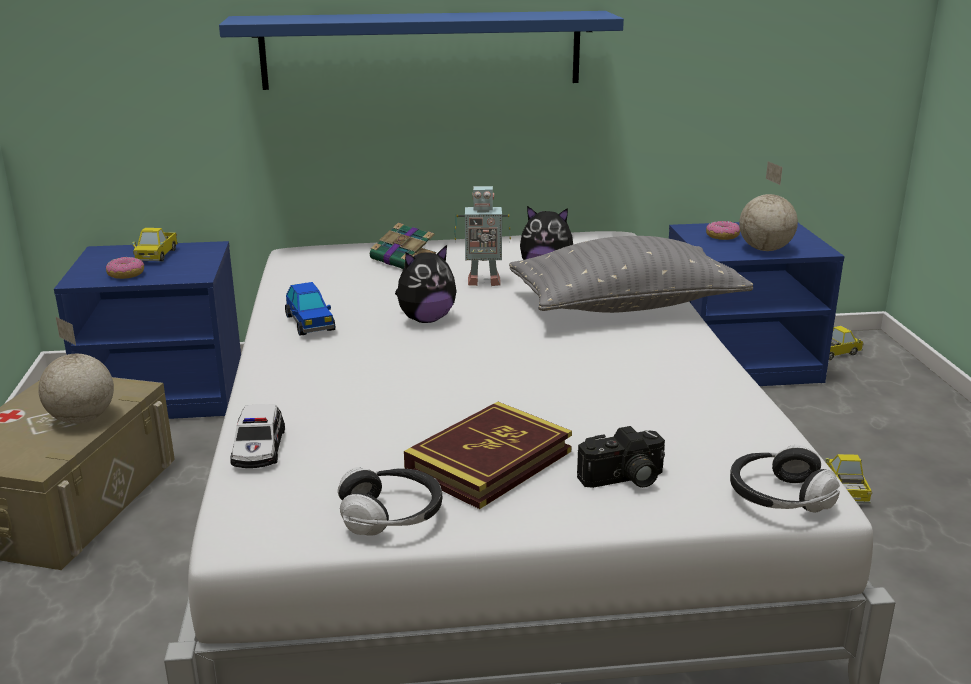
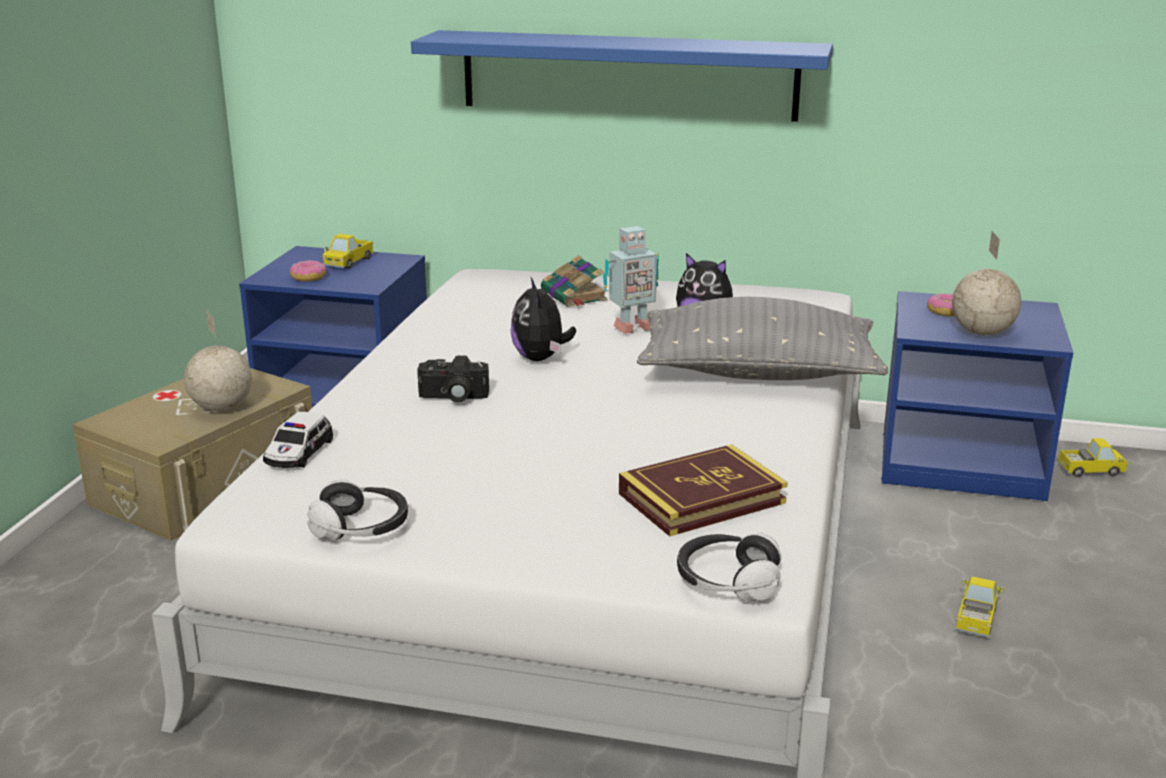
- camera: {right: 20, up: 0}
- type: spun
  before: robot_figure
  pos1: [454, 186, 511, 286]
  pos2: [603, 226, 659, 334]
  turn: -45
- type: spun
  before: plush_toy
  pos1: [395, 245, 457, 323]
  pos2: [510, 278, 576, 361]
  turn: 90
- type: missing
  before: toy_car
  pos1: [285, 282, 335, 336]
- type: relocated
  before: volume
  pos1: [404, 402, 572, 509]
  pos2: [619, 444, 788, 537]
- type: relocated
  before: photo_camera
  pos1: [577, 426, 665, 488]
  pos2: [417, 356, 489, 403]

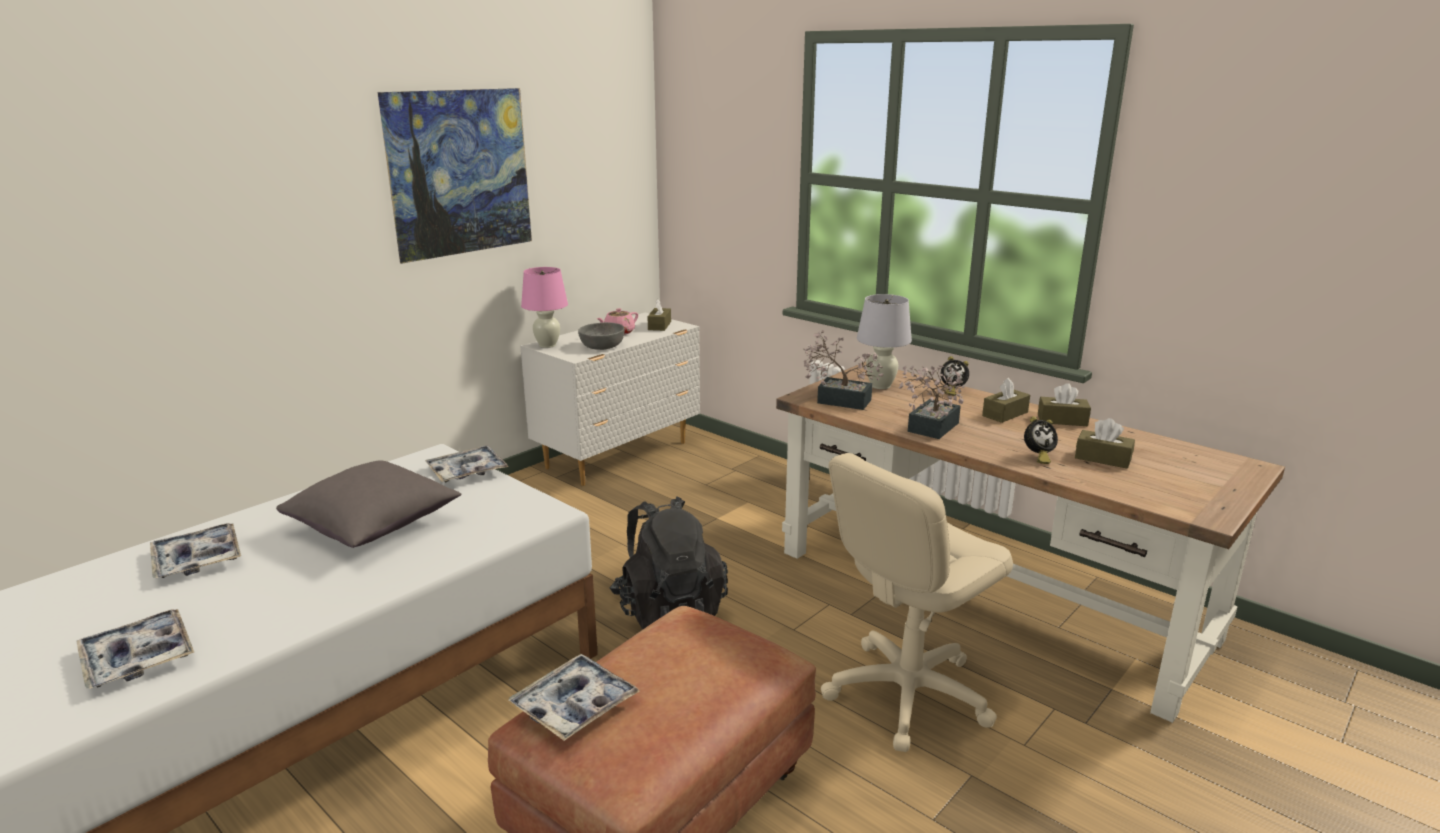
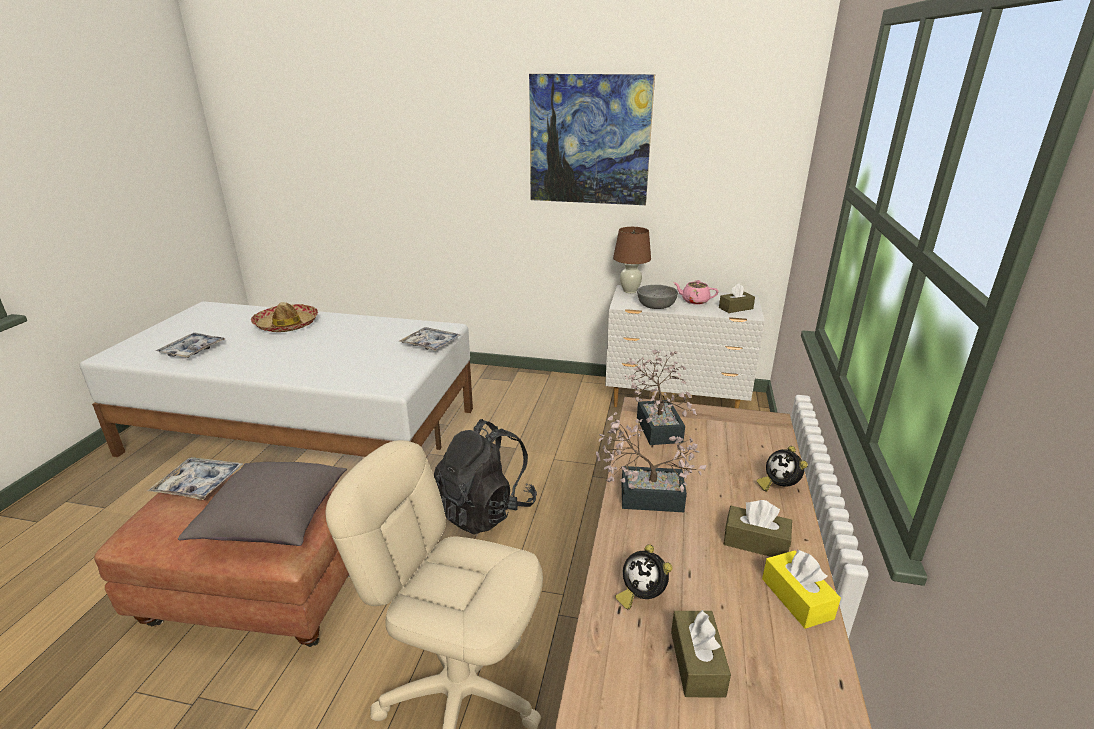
- camera: {right: 60, up: 5}
- type: colour
  before: pink_lamp_for_a_table
  after: brownish_lamp_for_a_table
  pos1: [521, 267, 568, 348]
  pos2: [613, 227, 651, 293]
- type: missing
  before: white_lamp_for_a_table
  pos1: [857, 294, 912, 389]
- type: colour
  before: brownish_tissue_box
  after: yellow-coloured_tissue_box
  pos1: [1038, 383, 1091, 426]
  pos2: [762, 549, 841, 629]
- type: relocated
  before: greyish_cushion
  pos1: [276, 460, 462, 548]
  pos2: [178, 462, 347, 546]
- type: exchanged
  before: serving_tray
  after: hat
  pos1: [150, 523, 241, 578]
  pos2: [251, 302, 318, 332]

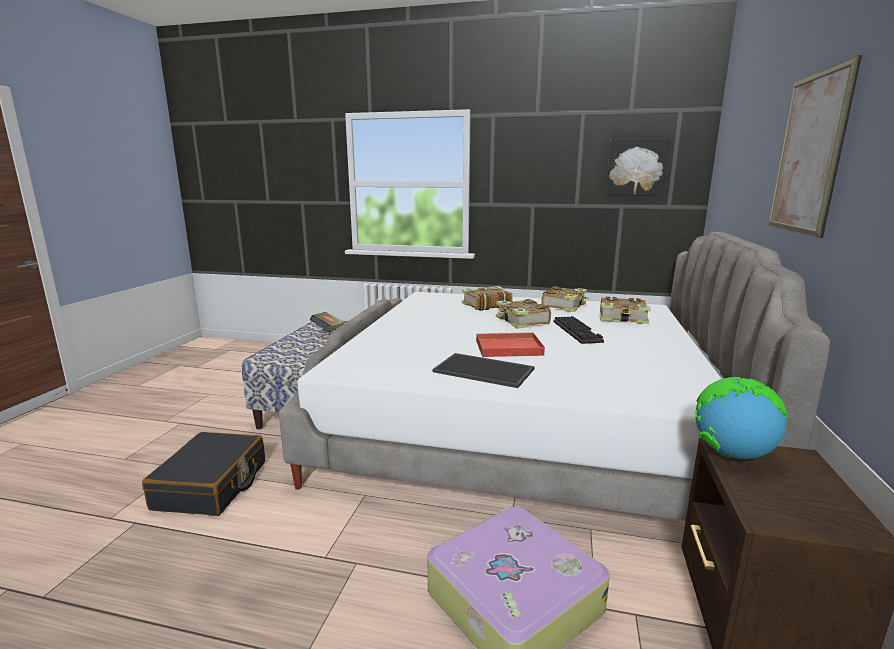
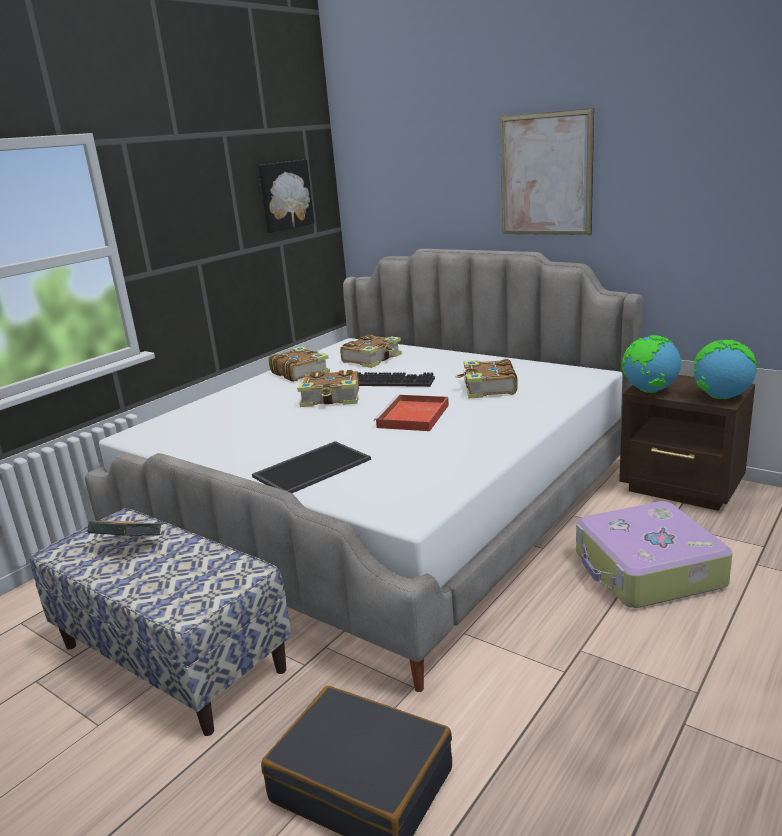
- camera: {right: -65, up: 5}
- type: relocated
  before: volume
  pos1: [462, 286, 513, 311]
  pos2: [455, 359, 518, 398]
- type: relocated
  before: serving_tray
  pos1: [432, 353, 535, 388]
  pos2: [252, 441, 371, 493]
- type: appeared
  after: globe
  pos2: [693, 340, 758, 399]

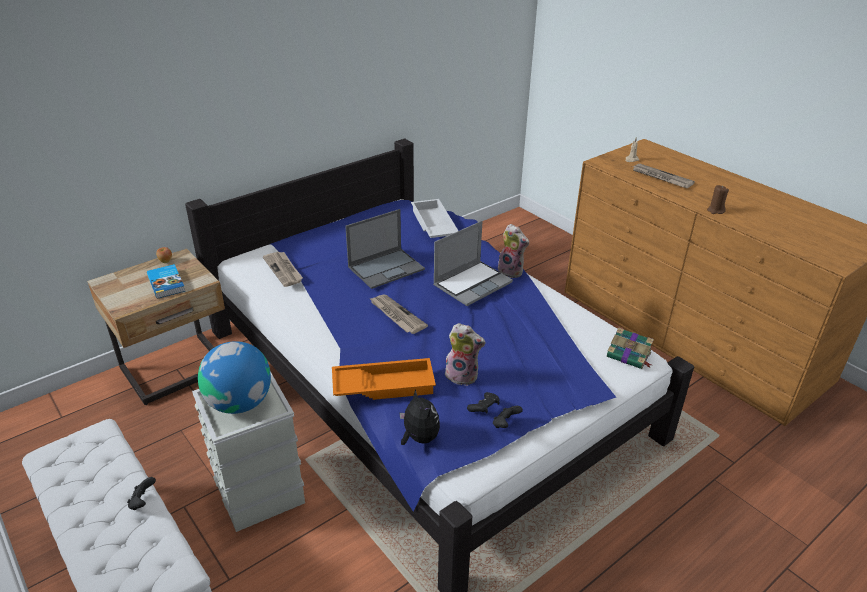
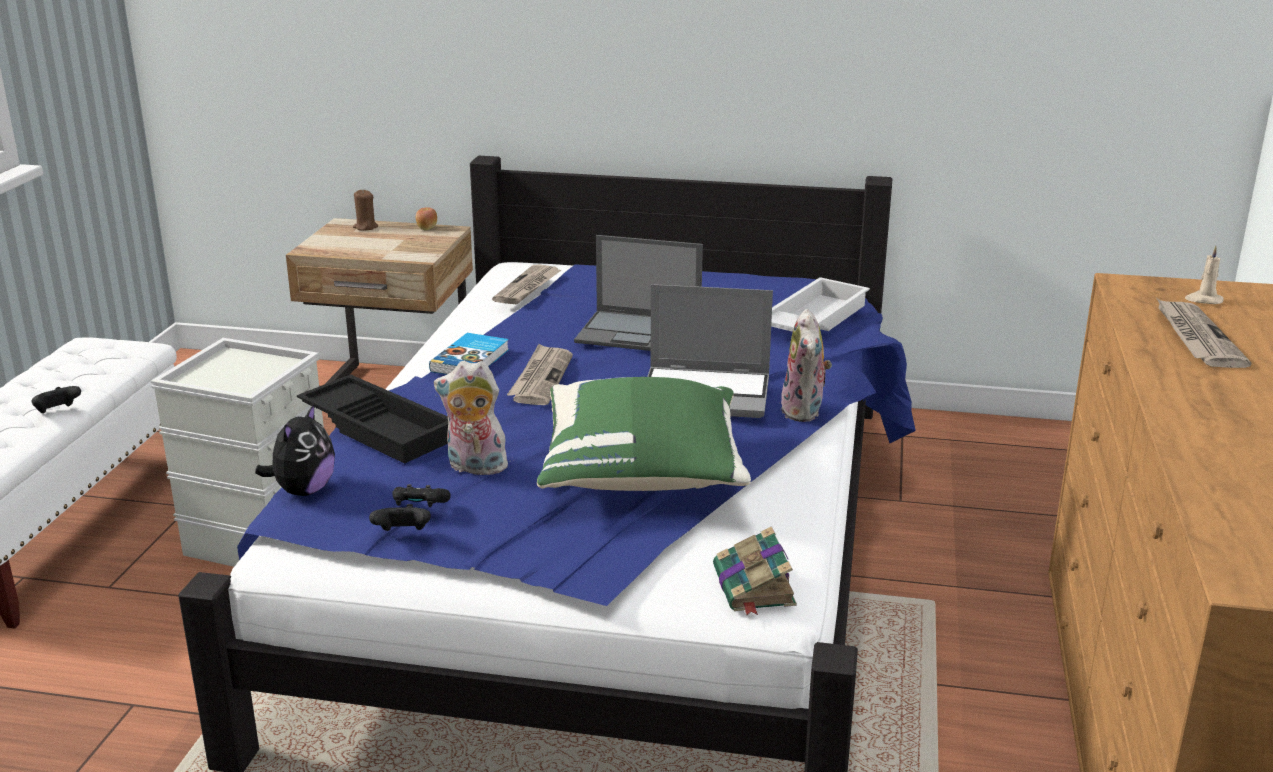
- camera: {right: 50, up: -10}
- type: relocated
  before: brownish_wax_candle
  pos1: [707, 185, 729, 214]
  pos2: [353, 190, 378, 231]
- type: relocated
  before: volume
  pos1: [147, 264, 185, 299]
  pos2: [429, 333, 509, 375]
- type: spun
  before: plush_toy
  pos1: [445, 323, 485, 386]
  pos2: [434, 361, 508, 478]
  turn: 120
- type: missing
  before: globe
  pos1: [198, 341, 271, 414]
- type: colour
  before: orange-coloured_serving_tray
  after: black_serving_tray
  pos1: [332, 358, 436, 400]
  pos2: [297, 374, 448, 464]
- type: appeared
  after: green-coloured_cushion
  pos2: [537, 377, 751, 491]

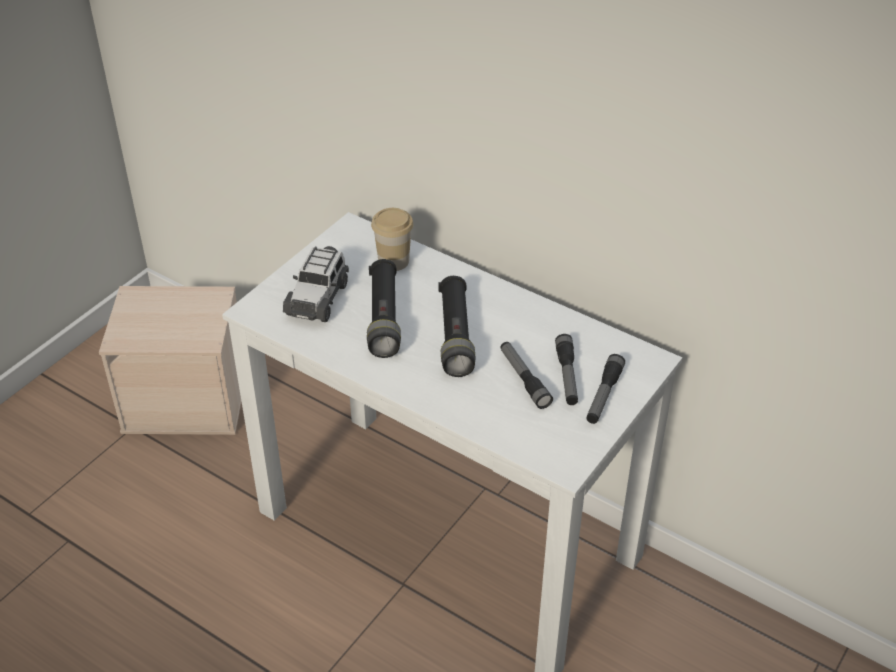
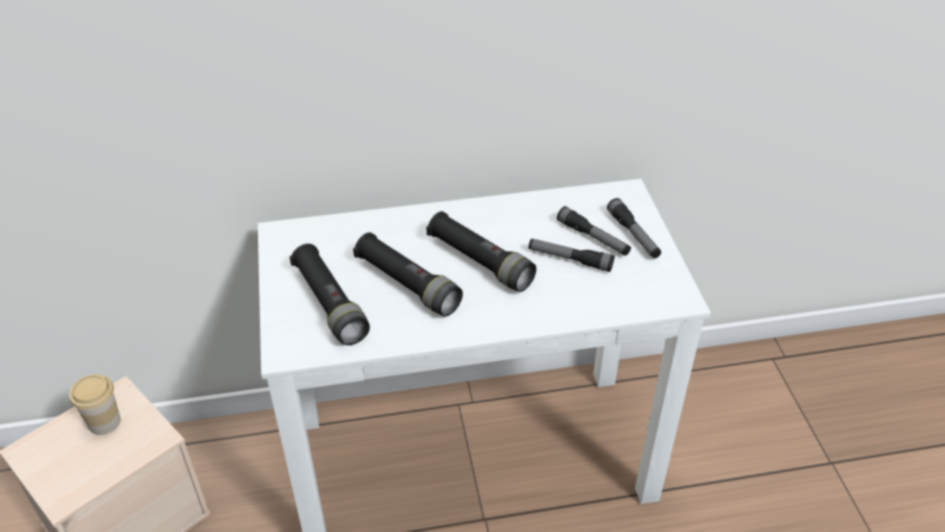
- camera: {right: -45, up: 0}
- type: relocated
  before: small_cup
  pos1: [371, 208, 413, 271]
  pos2: [69, 374, 121, 435]
- type: exchanged
  before: toy_car
  after: black_flashlight
  pos1: [283, 246, 349, 322]
  pos2: [289, 244, 370, 345]

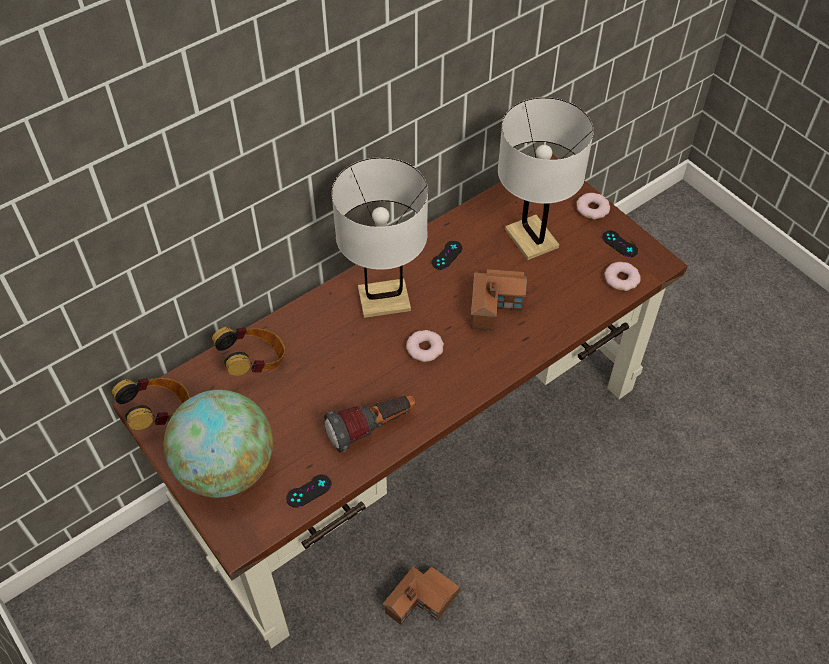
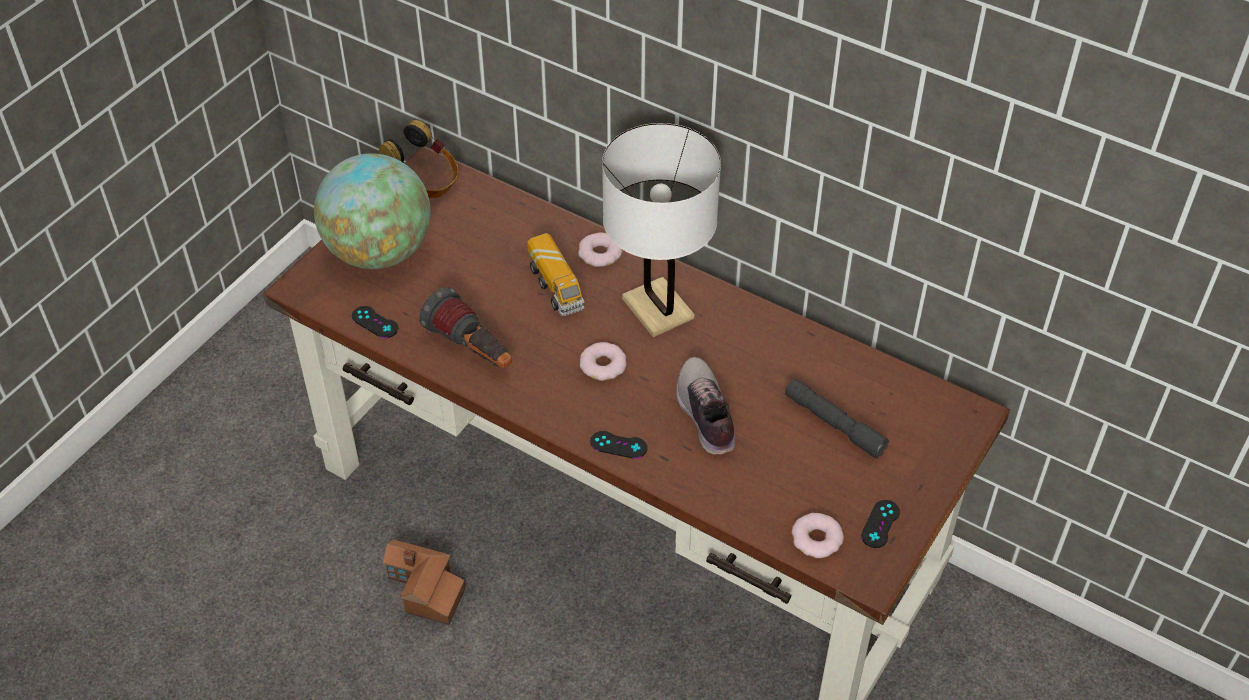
- camera: {right: 70, up: -5}
- type: exchanged
  before: white_lamp_for_a_table
  after: greyish_flashlight
  pos1: [498, 97, 594, 260]
  pos2: [785, 379, 889, 459]
- type: relocated
  before: donut
  pos1: [576, 193, 610, 219]
  pos2: [578, 232, 622, 267]
- type: relocated
  before: black_gamepad
  pos1: [432, 241, 463, 270]
  pos2: [590, 431, 647, 459]
- type: exchanged
  before: model_house
  after: shoe
  pos1: [471, 269, 527, 331]
  pos2: [676, 357, 735, 455]
- type: missing
  before: headset
  pos1: [212, 327, 285, 376]
- type: appeared
  after: toy_lorry
  pos2: [527, 233, 584, 316]

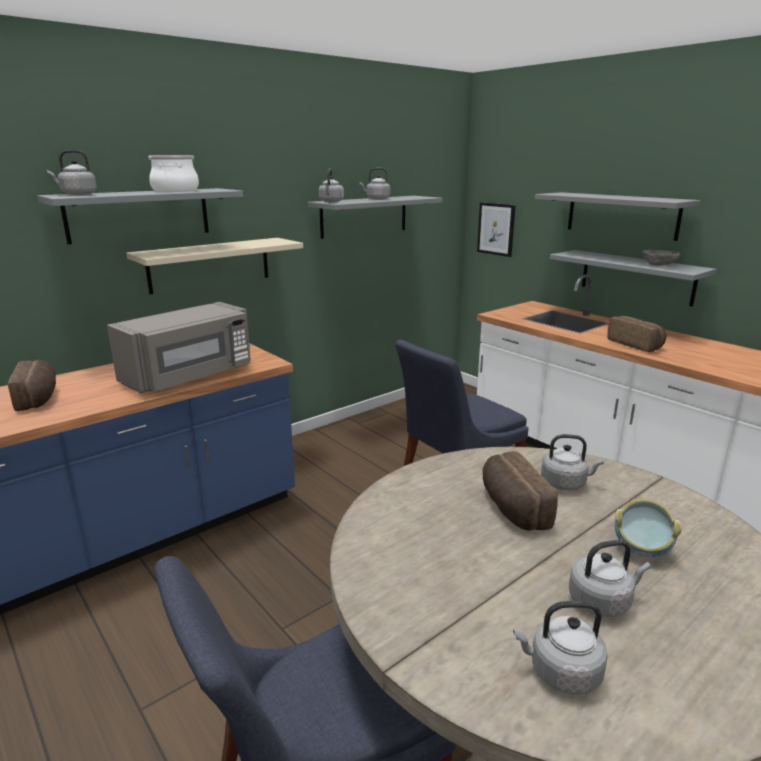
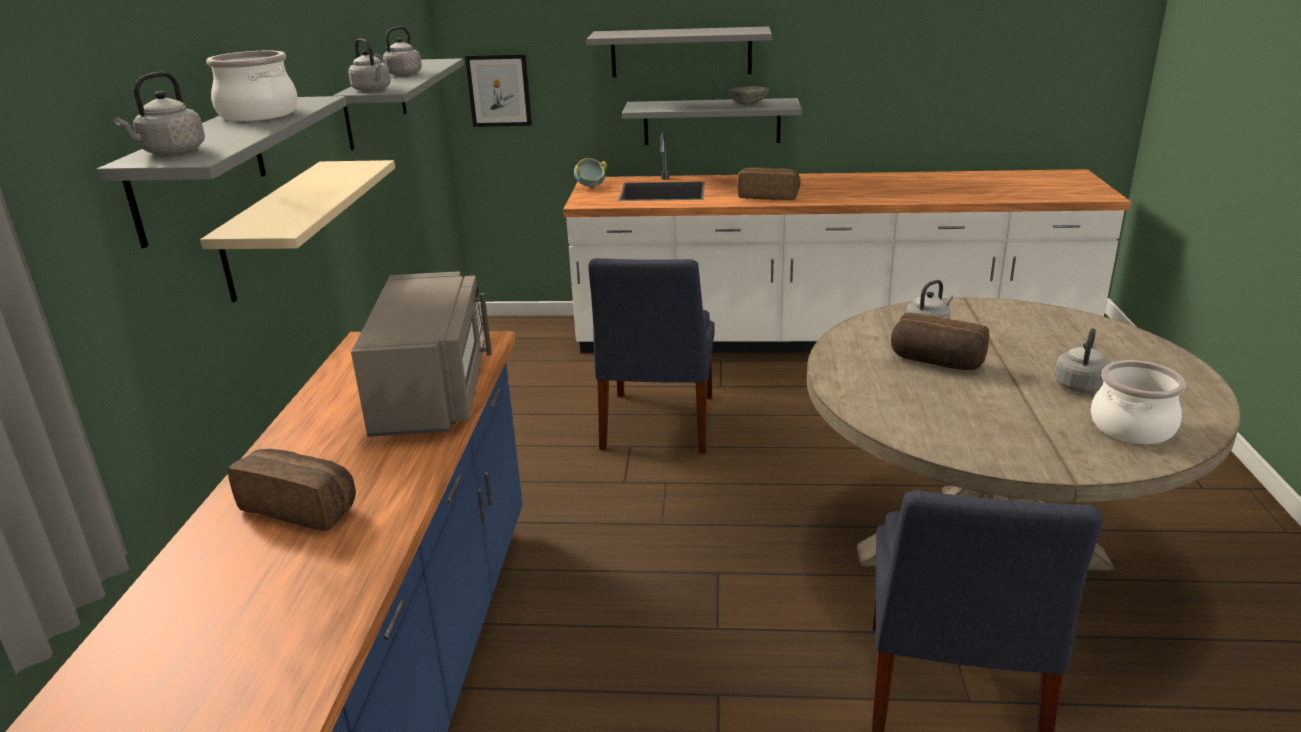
- camera: {right: -45, up: 5}
- type: relocated
  before: bowl
  pos1: [615, 499, 682, 557]
  pos2: [574, 158, 607, 188]
- type: exchanged
  before: greyish_water_kettle
  after: saucepot
  pos1: [513, 601, 608, 695]
  pos2: [1091, 360, 1186, 444]

